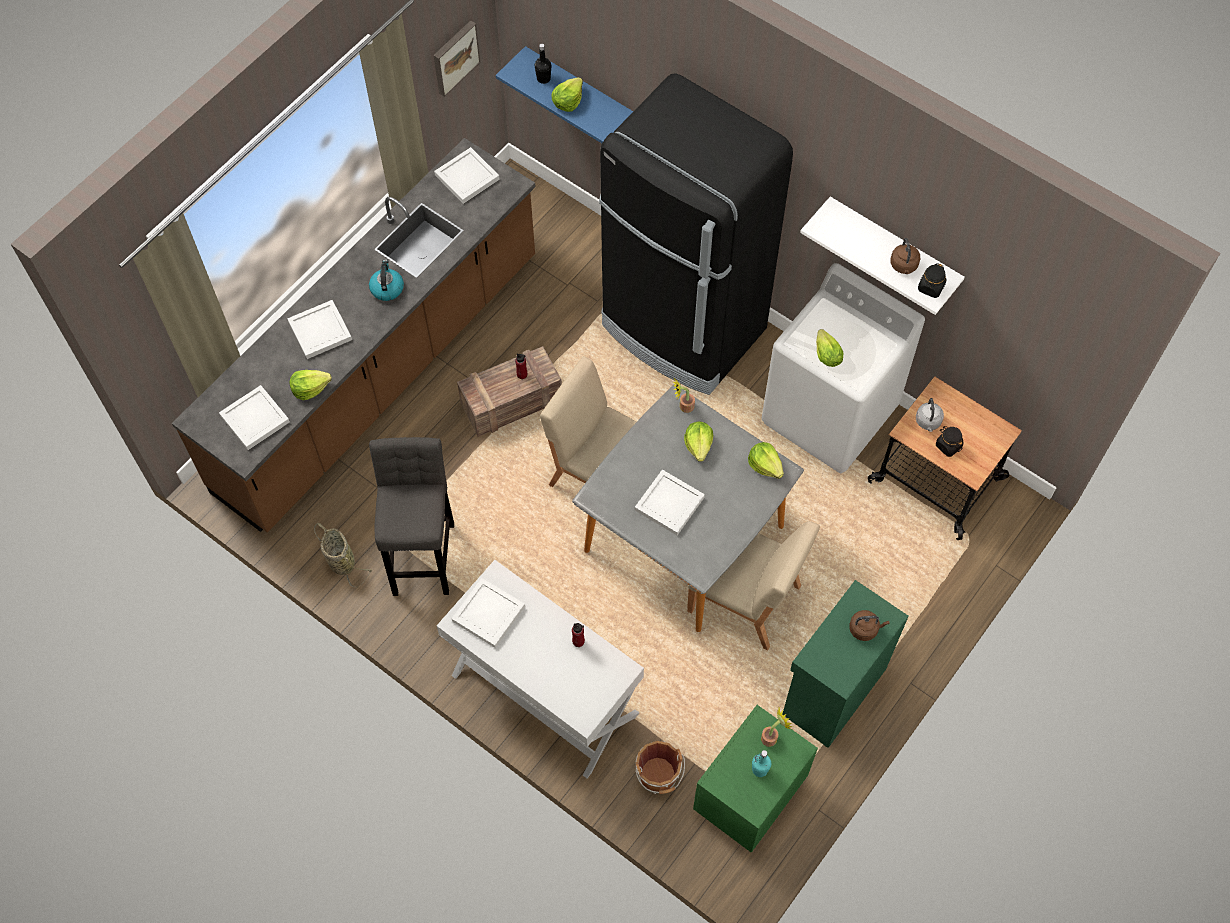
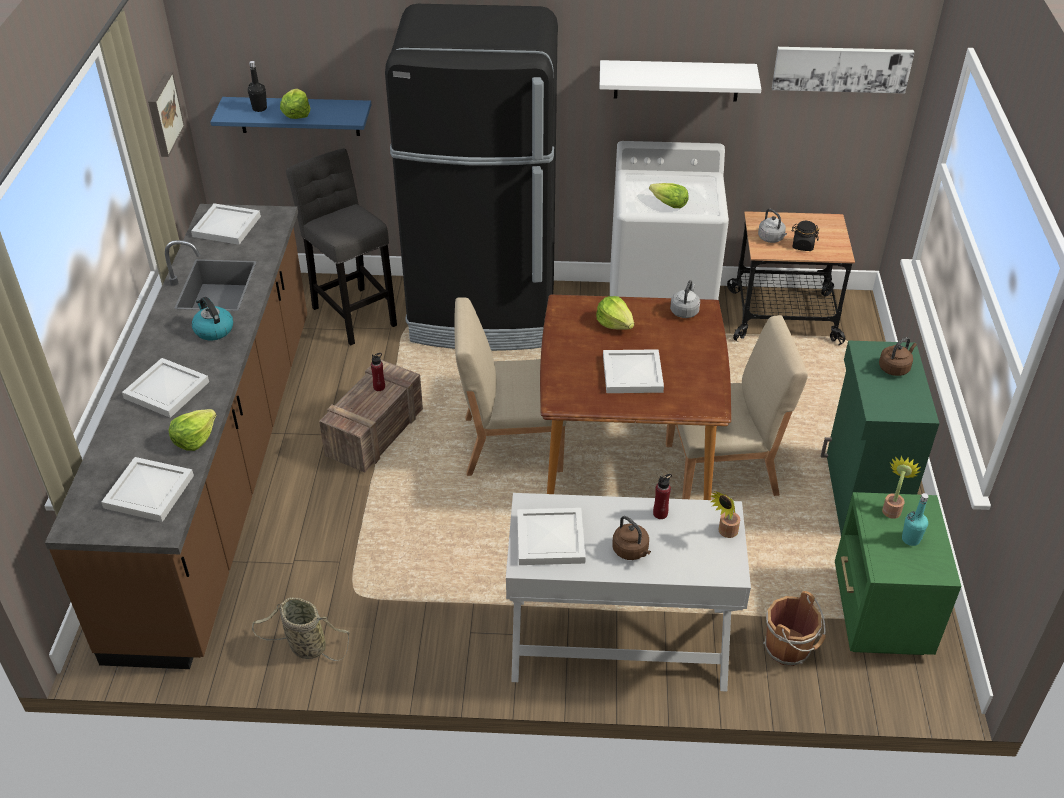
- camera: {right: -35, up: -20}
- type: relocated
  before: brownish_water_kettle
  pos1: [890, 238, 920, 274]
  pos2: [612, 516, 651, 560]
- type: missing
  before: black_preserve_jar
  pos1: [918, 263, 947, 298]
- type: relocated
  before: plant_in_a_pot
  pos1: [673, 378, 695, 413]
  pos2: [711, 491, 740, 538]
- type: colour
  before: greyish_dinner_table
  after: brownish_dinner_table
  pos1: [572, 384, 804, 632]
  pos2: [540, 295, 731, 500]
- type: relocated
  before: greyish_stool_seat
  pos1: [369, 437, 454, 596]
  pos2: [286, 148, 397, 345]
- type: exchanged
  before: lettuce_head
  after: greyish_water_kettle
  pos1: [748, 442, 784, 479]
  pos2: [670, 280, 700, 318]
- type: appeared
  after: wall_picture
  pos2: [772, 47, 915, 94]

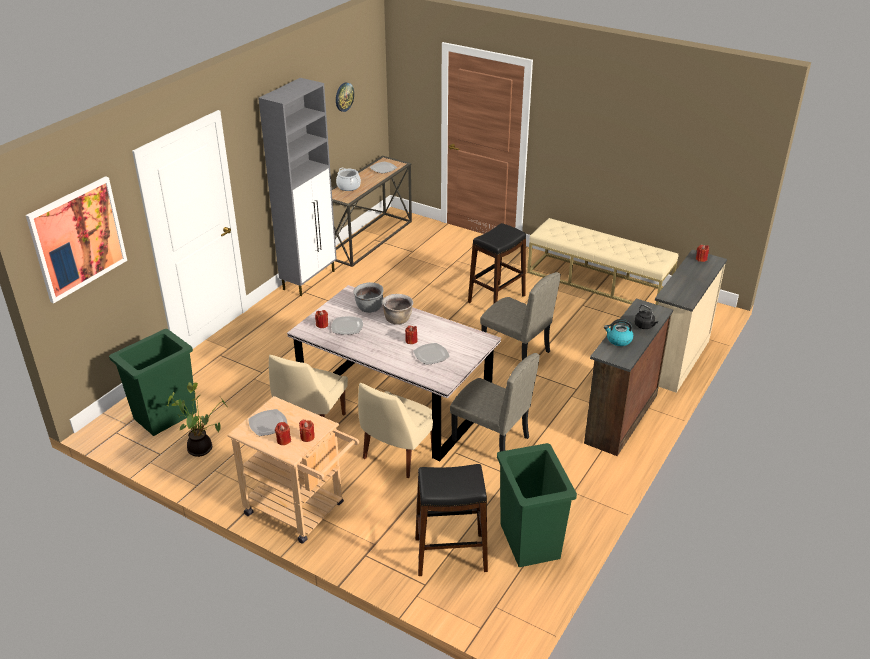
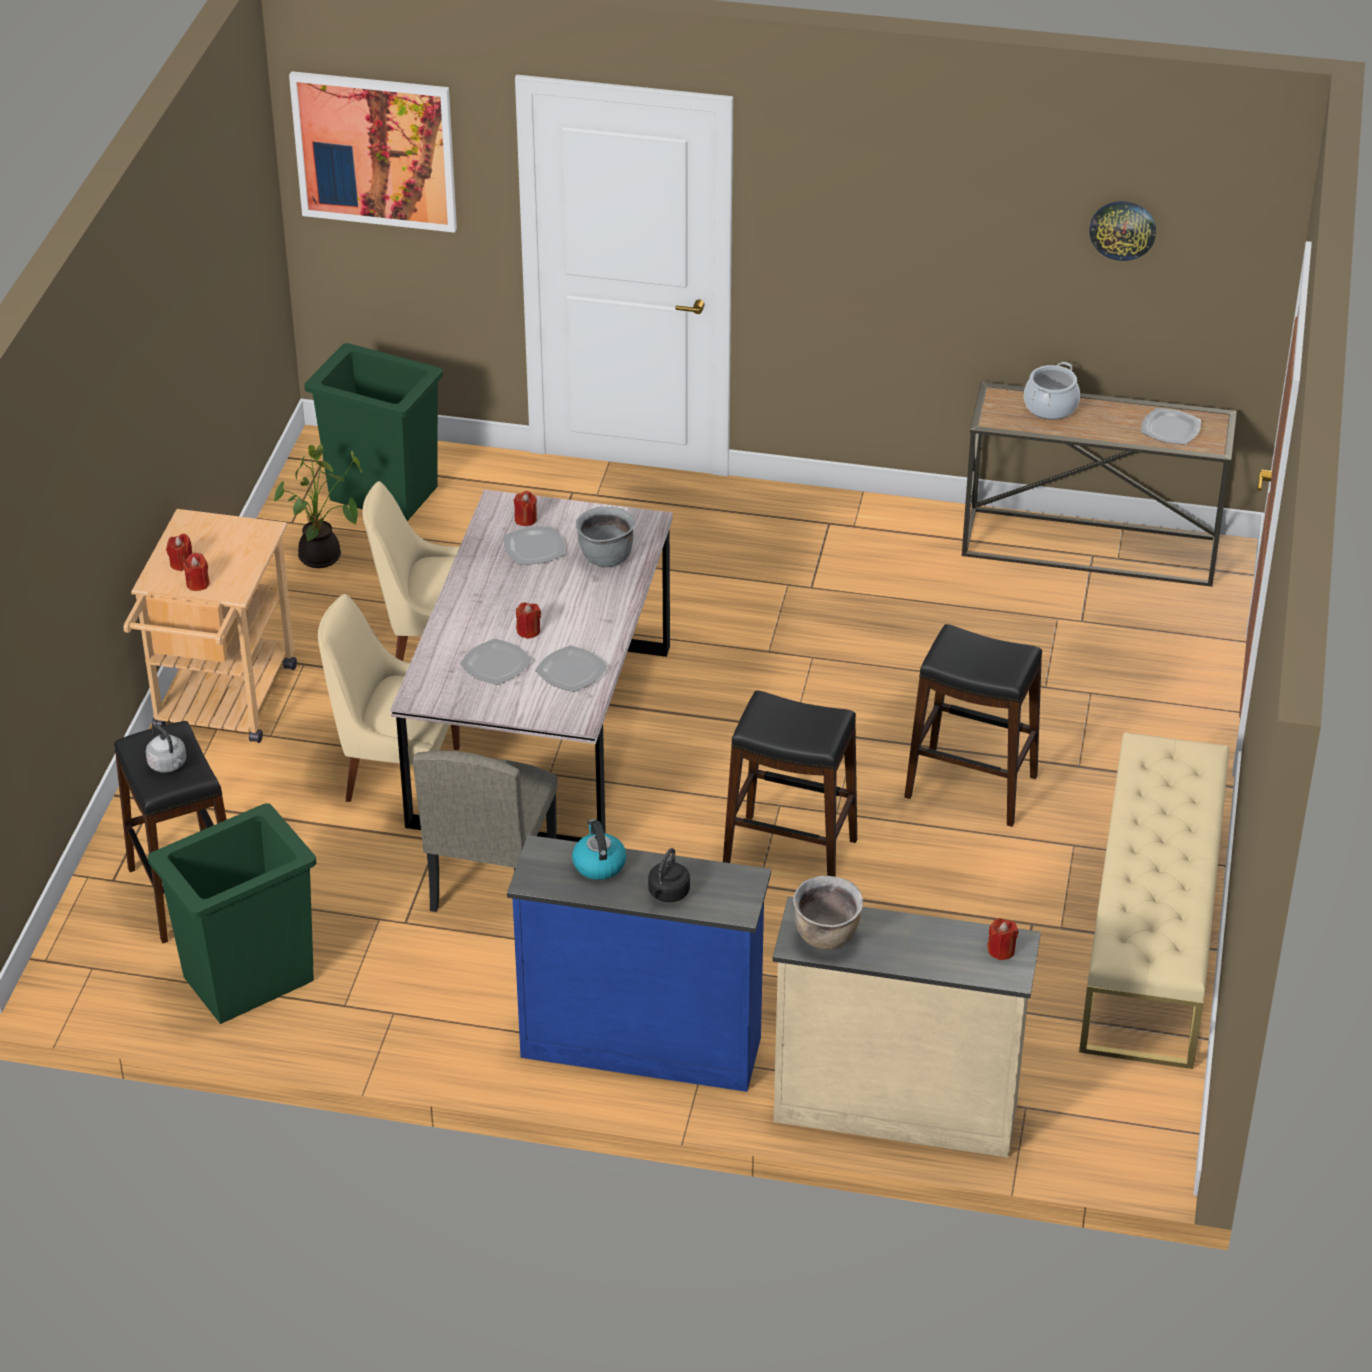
- camera: {right: 70, up: 5}
- type: missing
  before: greyish_storage_cabinet
  pos1: [258, 78, 337, 296]
- type: exchanged
  before: beige-coloured_chair
  after: black_stool_seat
  pos1: [480, 272, 561, 360]
  pos2: [723, 691, 857, 877]
- type: relocated
  before: brownish_saucepot
  pos1: [382, 294, 413, 325]
  pos2: [793, 876, 863, 950]
- type: colour
  before: brownish_drawer_chest
  after: blue_drawer_chest
  pos1: [584, 299, 673, 456]
  pos2: [507, 835, 771, 1092]
- type: relocated
  before: plate
  pos1: [249, 409, 288, 436]
  pos2: [535, 645, 608, 692]
- type: appeared
  after: greyish_water_kettle
  pos2: [146, 724, 186, 772]

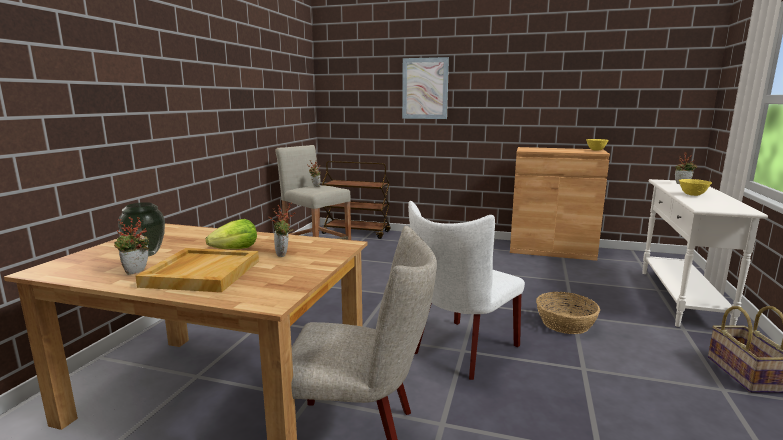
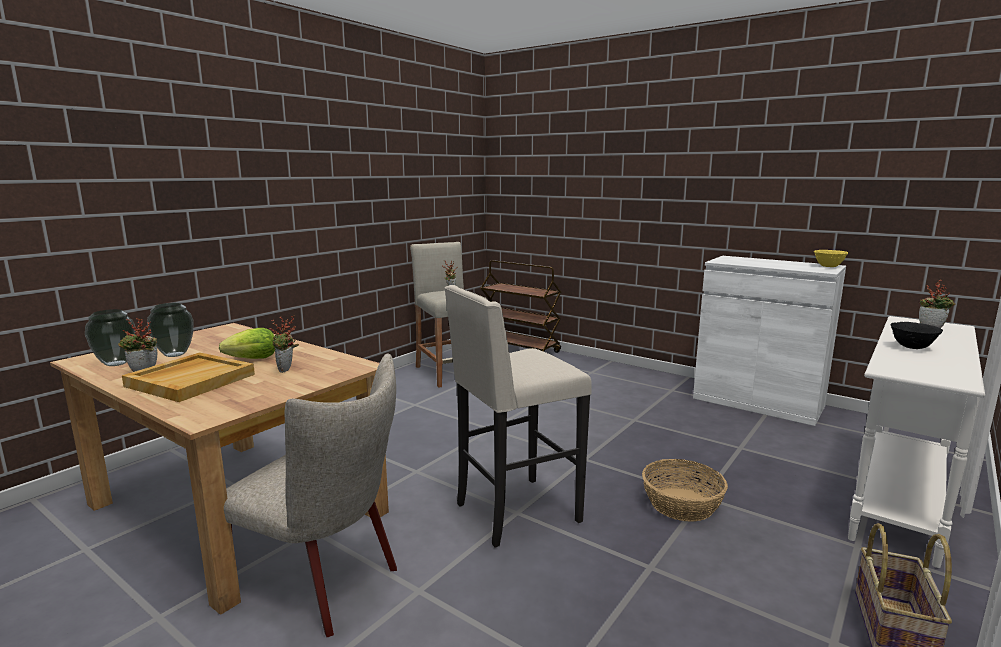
- camera: {right: 20, up: 0}
- type: missing
  before: wall_picture
  pos1: [402, 57, 449, 119]
- type: colour
  before: brownish_storage_cabinet
  after: white_storage_cabinet
  pos1: [510, 147, 610, 261]
  pos2: [693, 256, 846, 426]
- type: colour
  before: yellow-coloured_bowl
  after: black_bowl
  pos1: [679, 179, 712, 196]
  pos2: [891, 322, 943, 349]
- type: exchanged
  before: white_chair
  after: beige-coloured_stool_seat
  pos1: [408, 201, 525, 380]
  pos2: [444, 285, 592, 547]
- type: appeared
  after: flower_vase
  pos2: [85, 309, 136, 366]

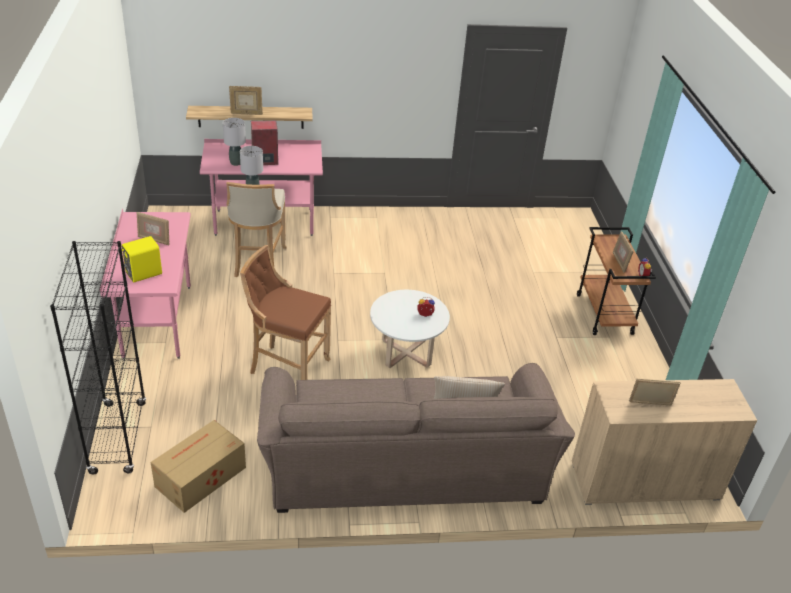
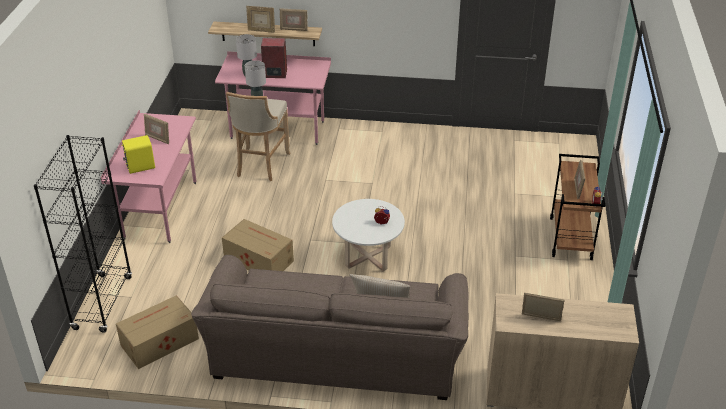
- camera: {right: 15, up: 0}
- type: exchanged
  before: brownish_stool_seat
  after: carton
  pos1: [240, 245, 331, 380]
  pos2: [222, 219, 294, 271]
- type: appeared
  after: photo_frame
  pos2: [280, 8, 308, 31]

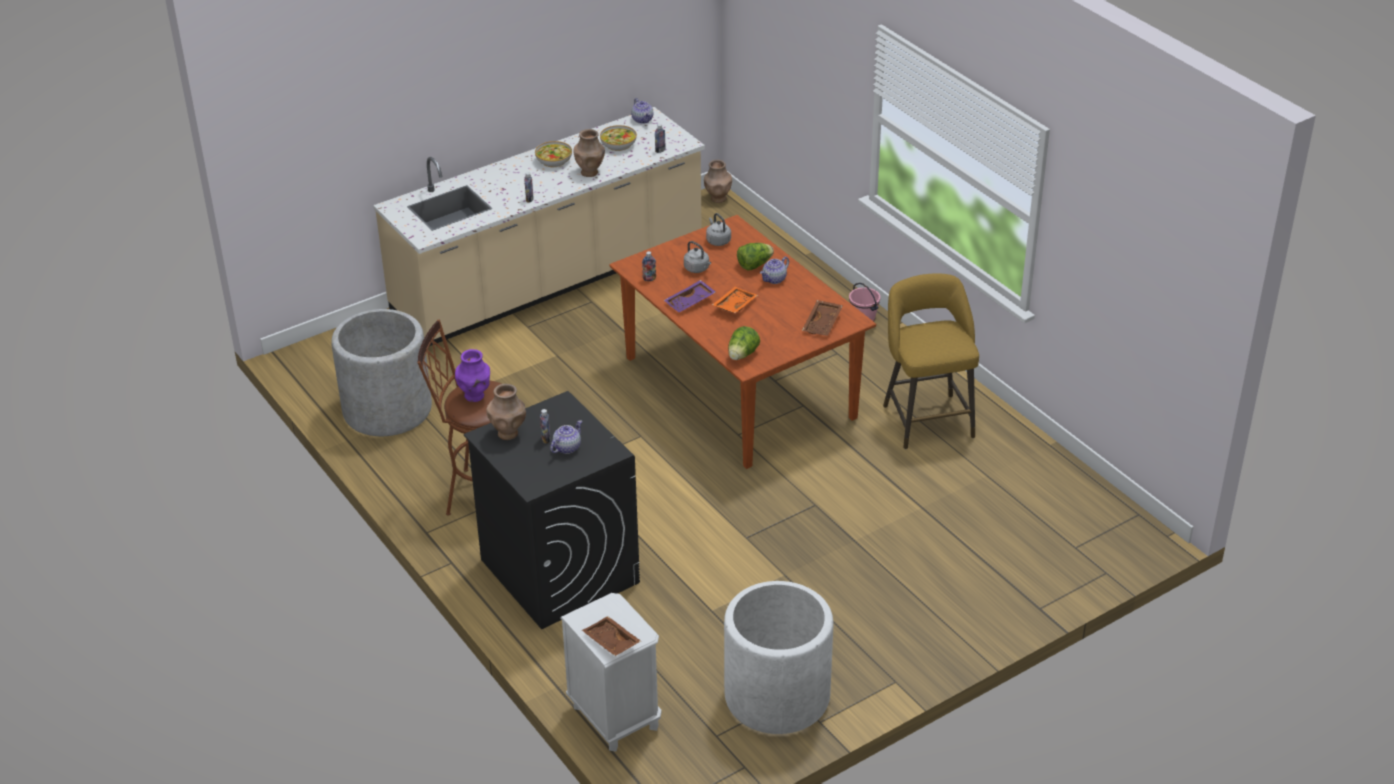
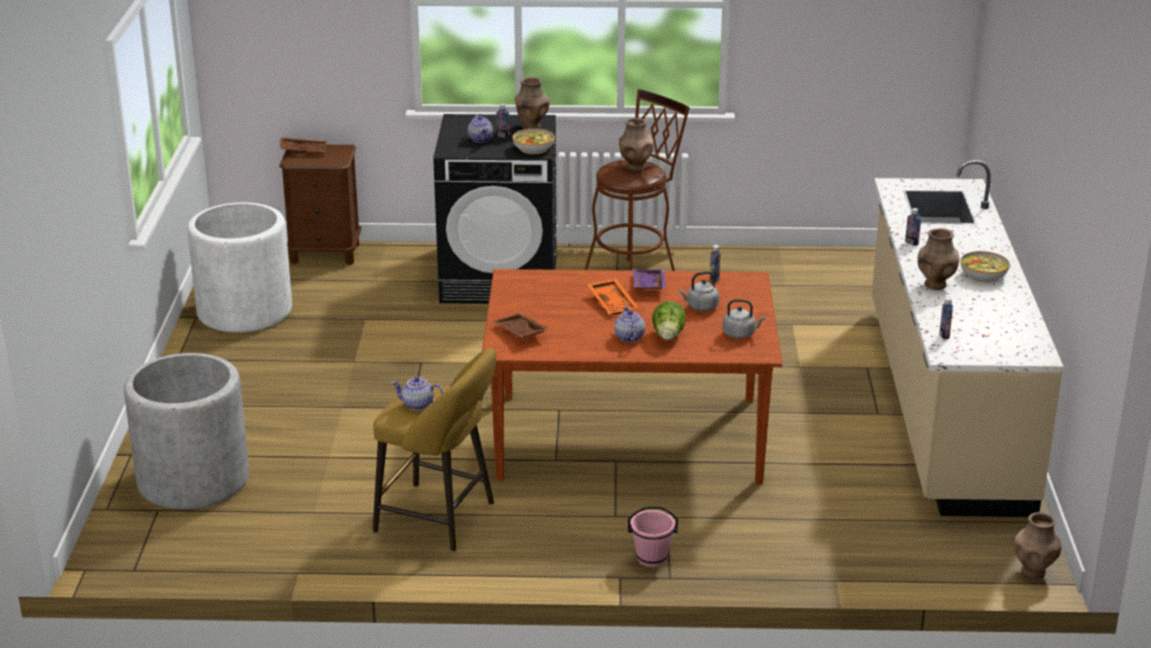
- camera: {right: 125, up: -10}
- type: relocated
  before: pot_for_tea
  pos1: [631, 98, 653, 124]
  pos2: [391, 377, 443, 410]
- type: relocated
  before: bowl
  pos1: [600, 125, 637, 151]
  pos2: [512, 128, 555, 154]
- type: relocated
  before: greyish_flower_pot
  pos1: [331, 309, 432, 436]
  pos2: [124, 353, 249, 510]
- type: missing
  before: lettuce_head
  pos1: [728, 326, 760, 360]
- type: colour
  before: purple_flower_vase
  after: brownish_flower_vase
  pos1: [455, 349, 490, 402]
  pos2: [619, 118, 654, 171]
- type: colour
  before: white_bedside_table
  after: brownish_bedside_table
  pos1: [560, 593, 662, 751]
  pos2: [279, 145, 361, 265]

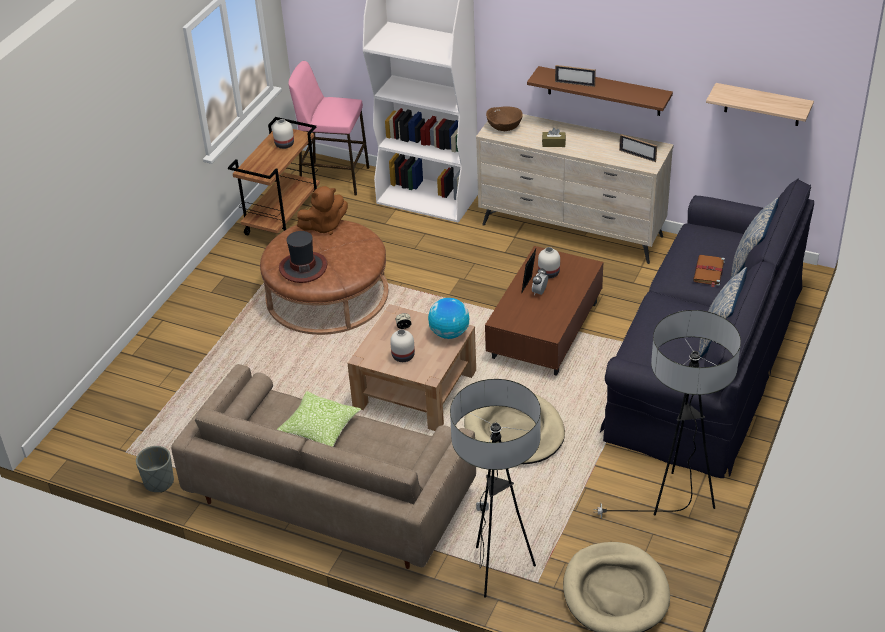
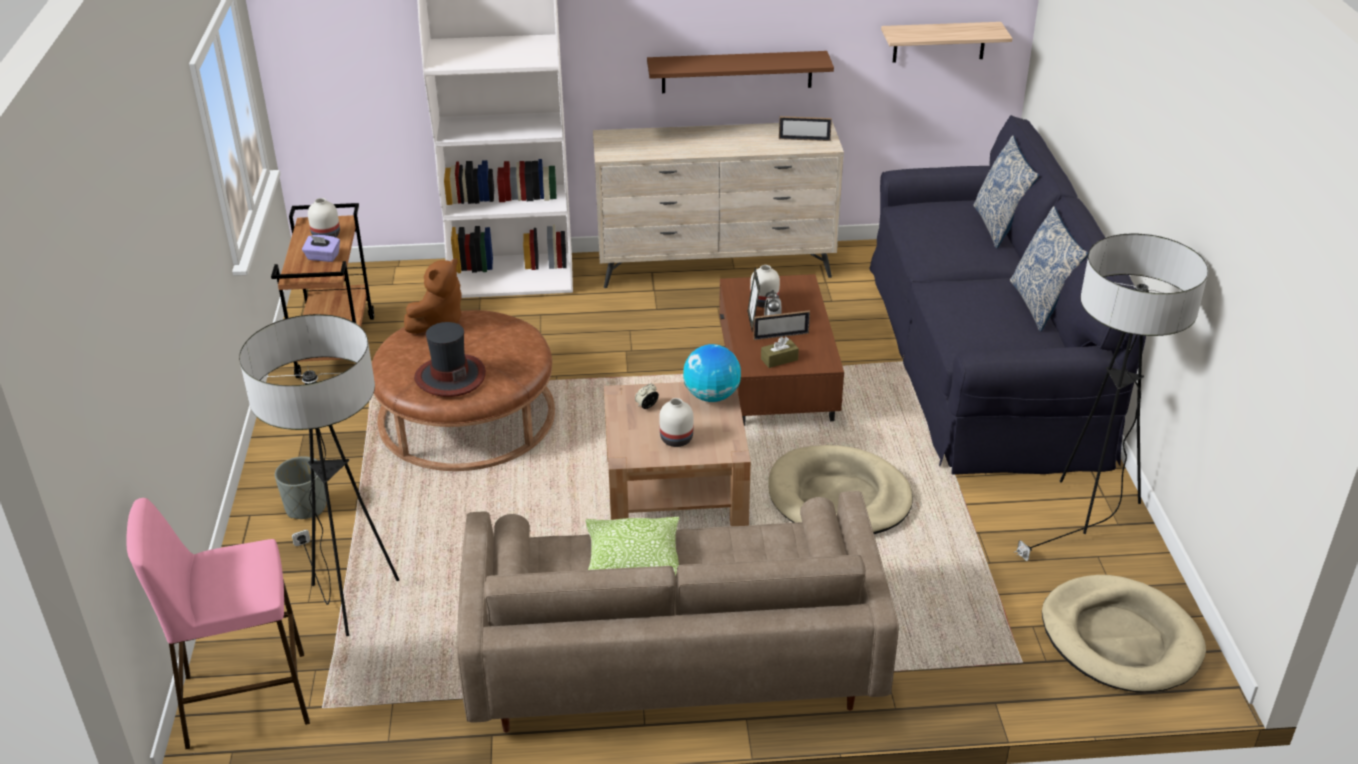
- camera: {right: -30, up: -5}
- type: relocated
  before: pink_stool_seat
  pos1: [288, 61, 369, 196]
  pos2: [126, 498, 310, 749]
- type: relocated
  before: photo_frame
  pos1: [555, 65, 596, 87]
  pos2: [753, 310, 810, 340]
- type: missing
  before: brownish_bowl
  pos1: [486, 106, 523, 131]
- type: relocated
  before: brownish_tissue_box
  pos1: [542, 128, 566, 147]
  pos2: [761, 337, 799, 368]
- type: missing
  before: brownish_volume
  pos1: [693, 255, 725, 287]
- type: relocated
  before: standing_lamp
  pos1: [450, 379, 541, 598]
  pos2: [239, 314, 399, 636]
- type: relocated
  before: greyish_flower_pot
  pos1: [136, 446, 174, 493]
  pos2: [275, 456, 326, 519]
- type: appeared
  after: purple_tissue_box
  pos2: [302, 235, 340, 262]

